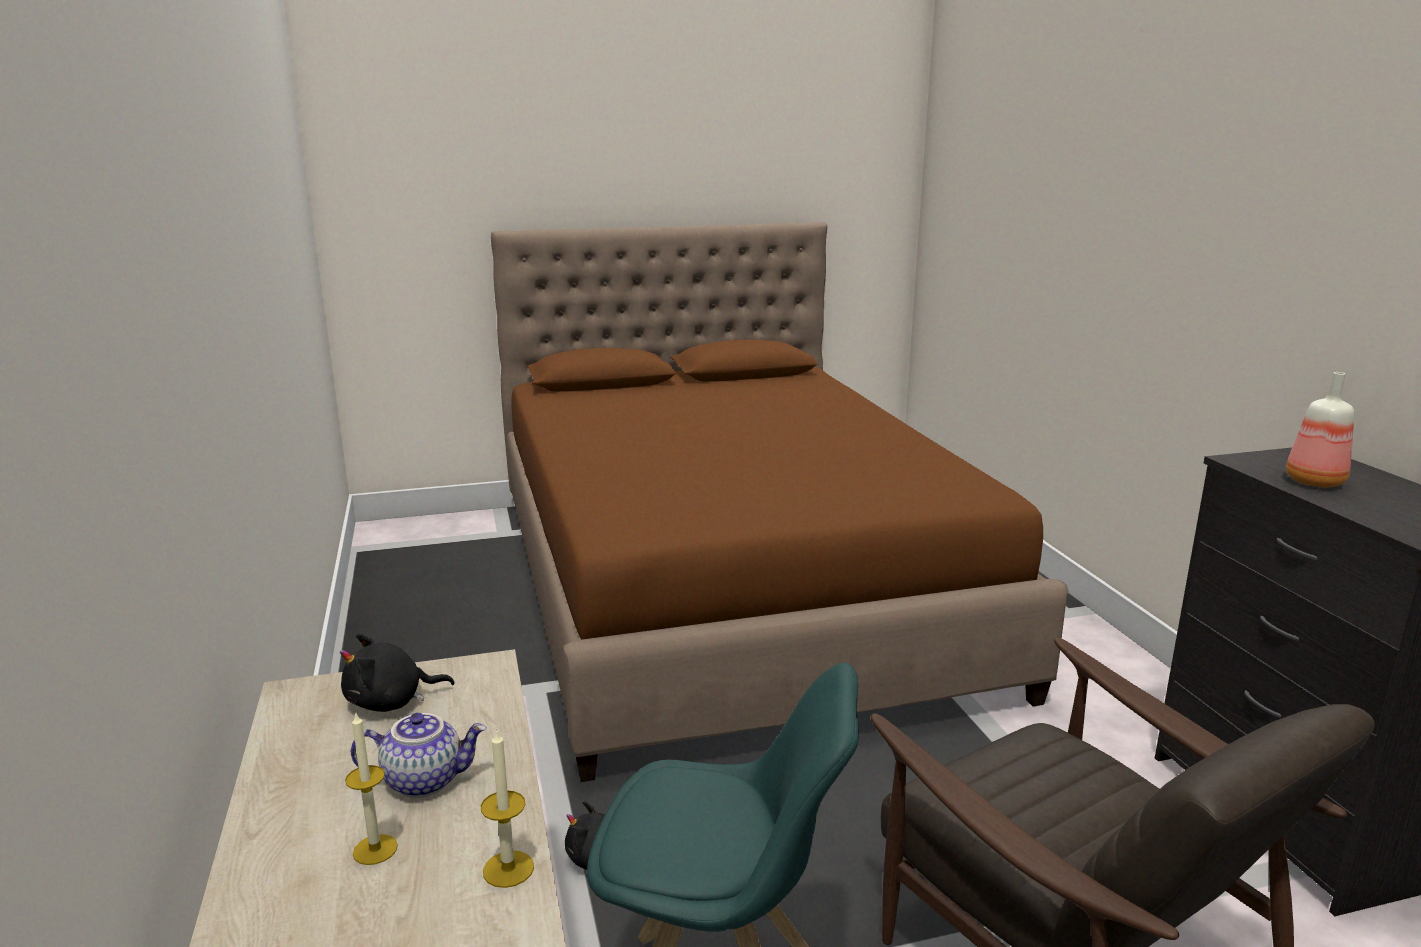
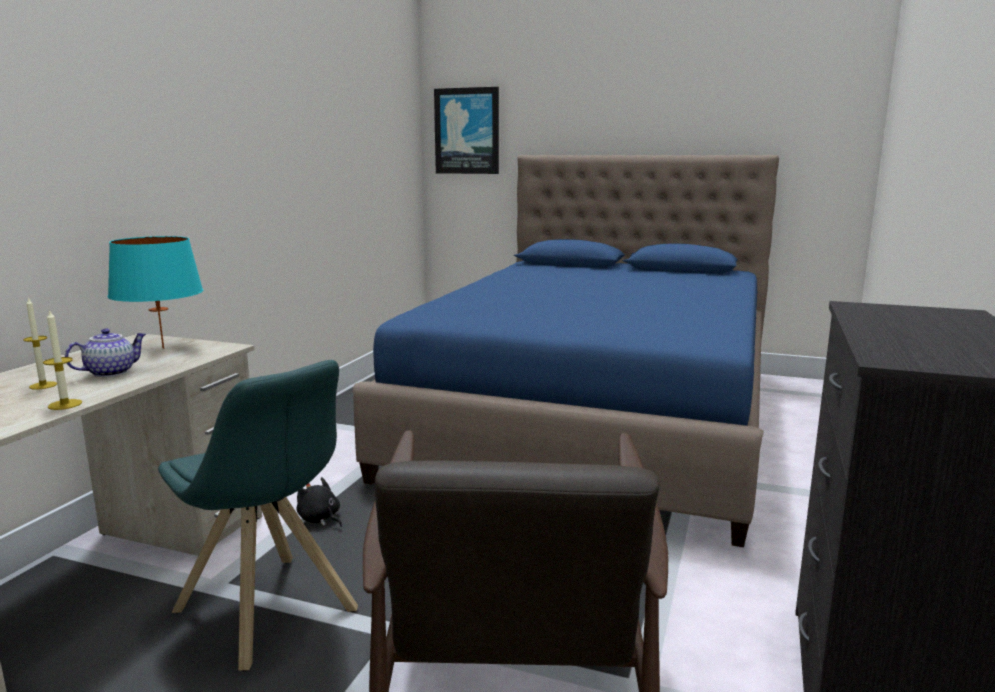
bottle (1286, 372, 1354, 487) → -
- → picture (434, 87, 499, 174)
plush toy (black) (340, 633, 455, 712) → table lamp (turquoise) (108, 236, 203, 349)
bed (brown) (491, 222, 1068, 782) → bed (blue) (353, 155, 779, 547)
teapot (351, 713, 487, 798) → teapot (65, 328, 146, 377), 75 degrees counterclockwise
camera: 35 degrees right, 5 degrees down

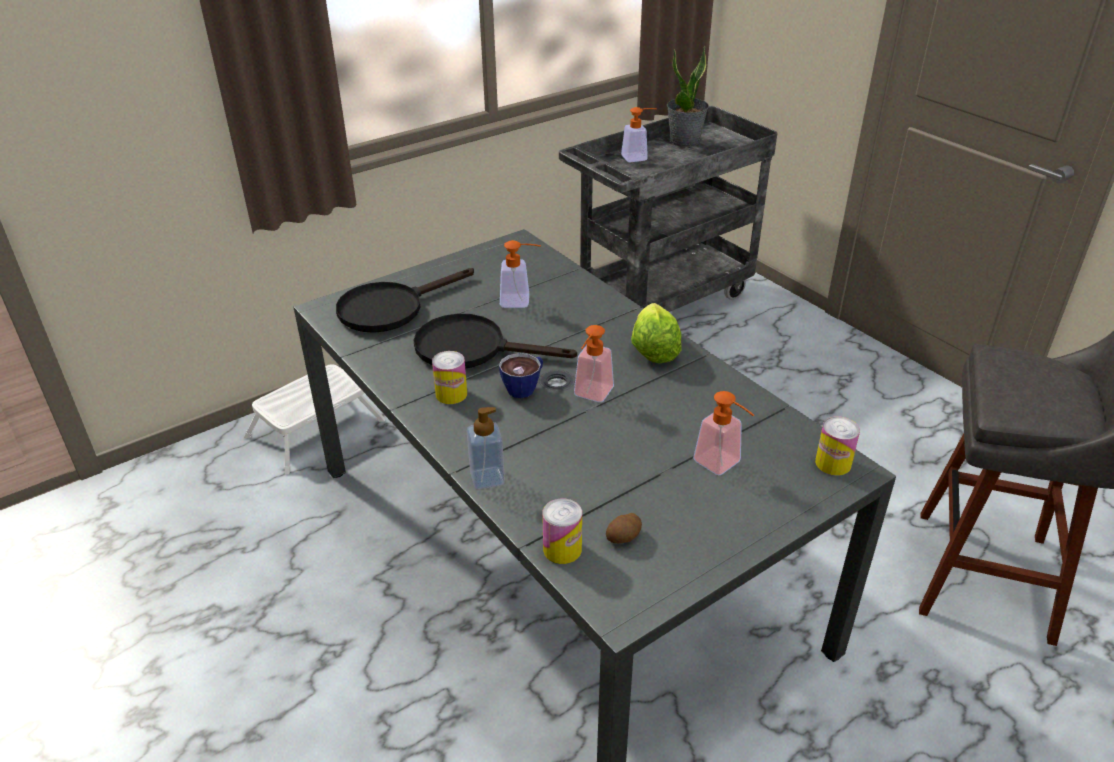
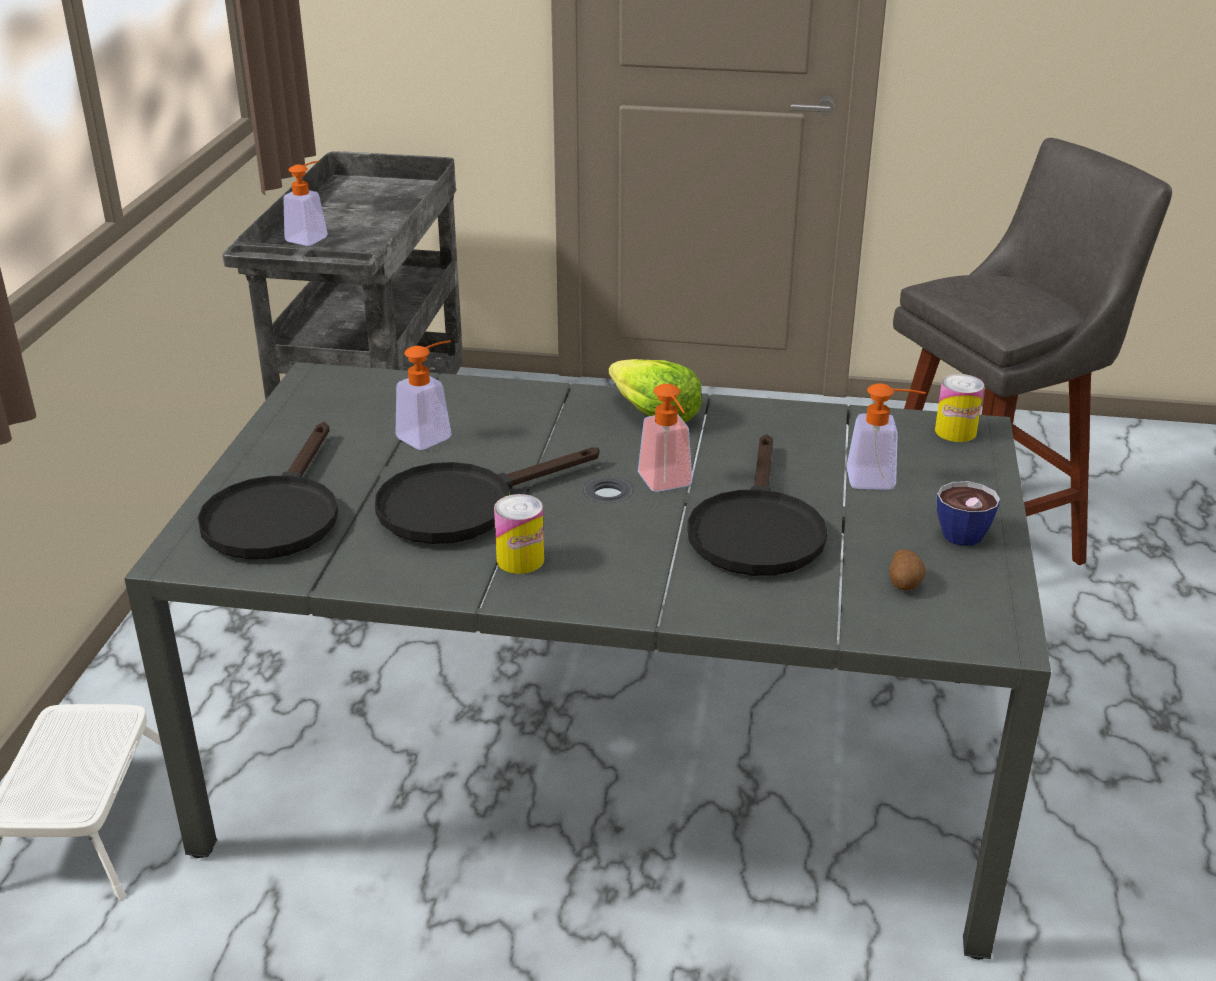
soap dispenser (467, 407, 505, 489) → -
can (542, 499, 582, 564) → -
potted plant (667, 46, 709, 147) → -
- → frying pan (black) (687, 434, 827, 576)
cup (499, 353, 543, 398) → cup (936, 481, 1000, 546), relocated
camera: 45 degrees left, 5 degrees down

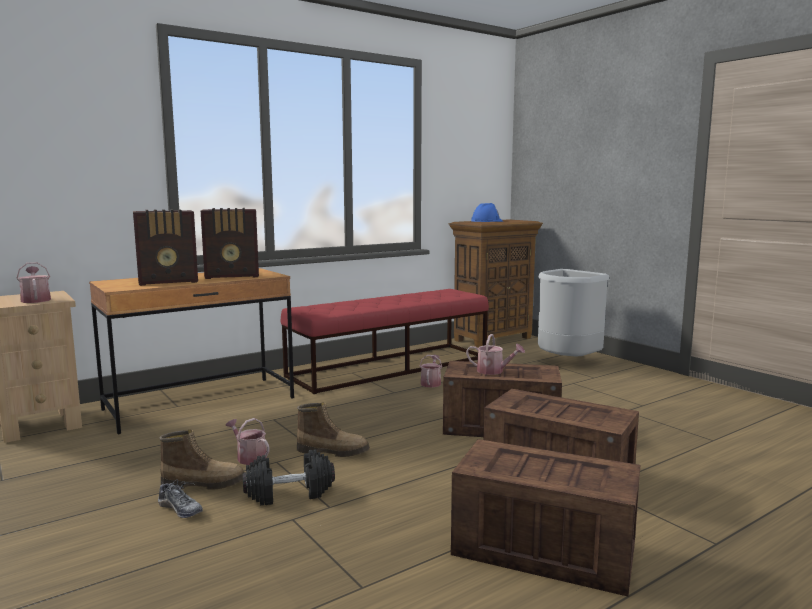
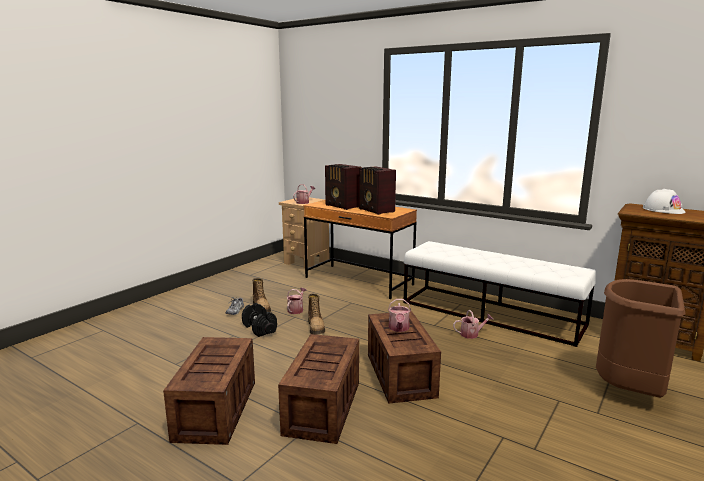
bench (red) (281, 289, 489, 394) → bench (white) (403, 241, 596, 347)
hard hat (blue) (471, 203, 503, 222) → hard hat (white) (643, 189, 686, 214)
trash can (grey) (538, 269, 610, 356) → trash can (brown) (596, 279, 685, 398)
camera: 70 degrees right, 5 degrees up

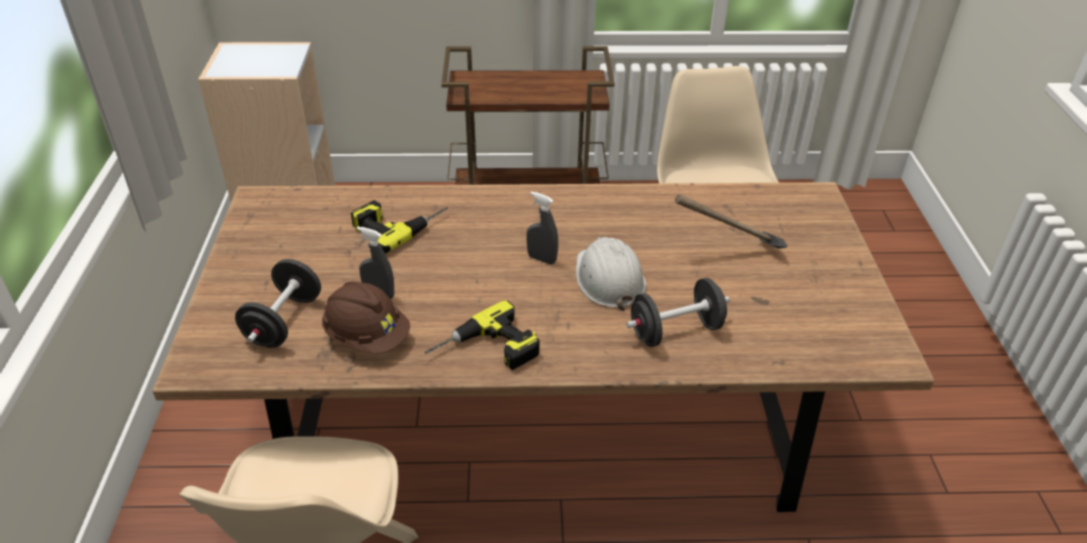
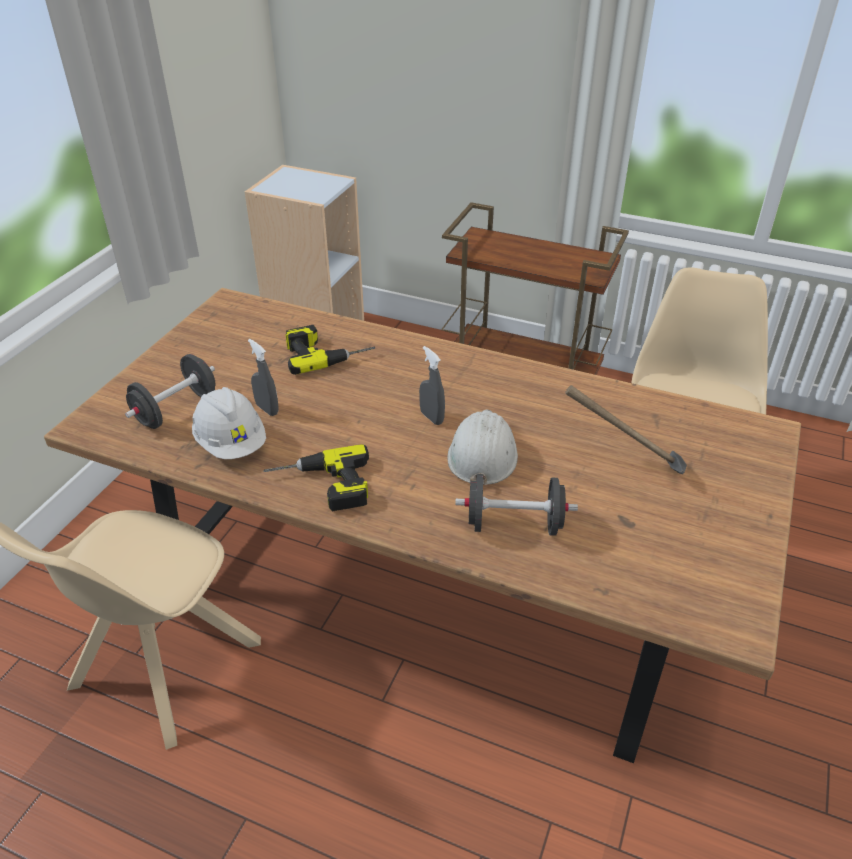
hard hat (brown) (322, 281, 410, 354) → hard hat (white) (192, 387, 266, 459)
camera: 25 degrees right, 0 degrees up

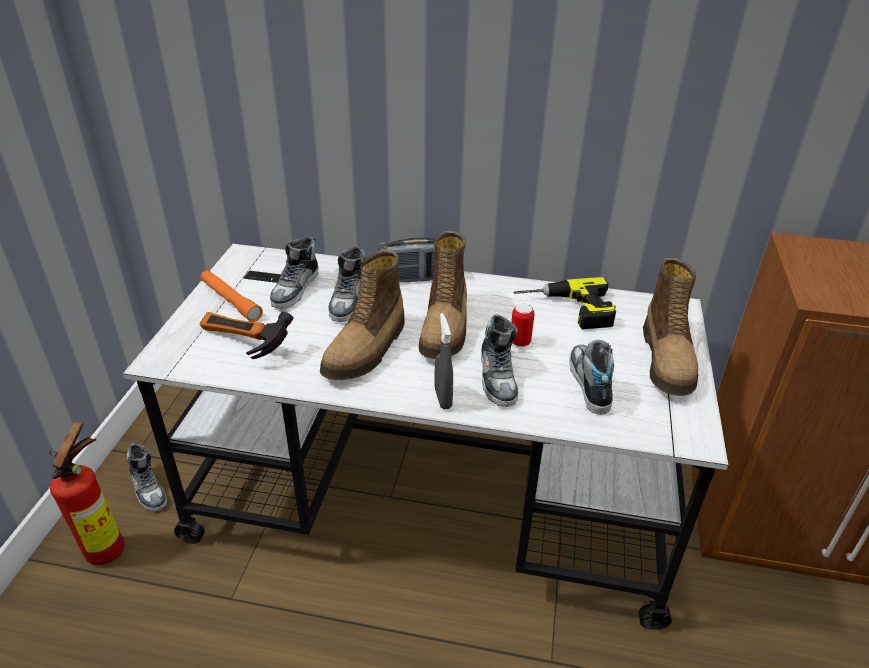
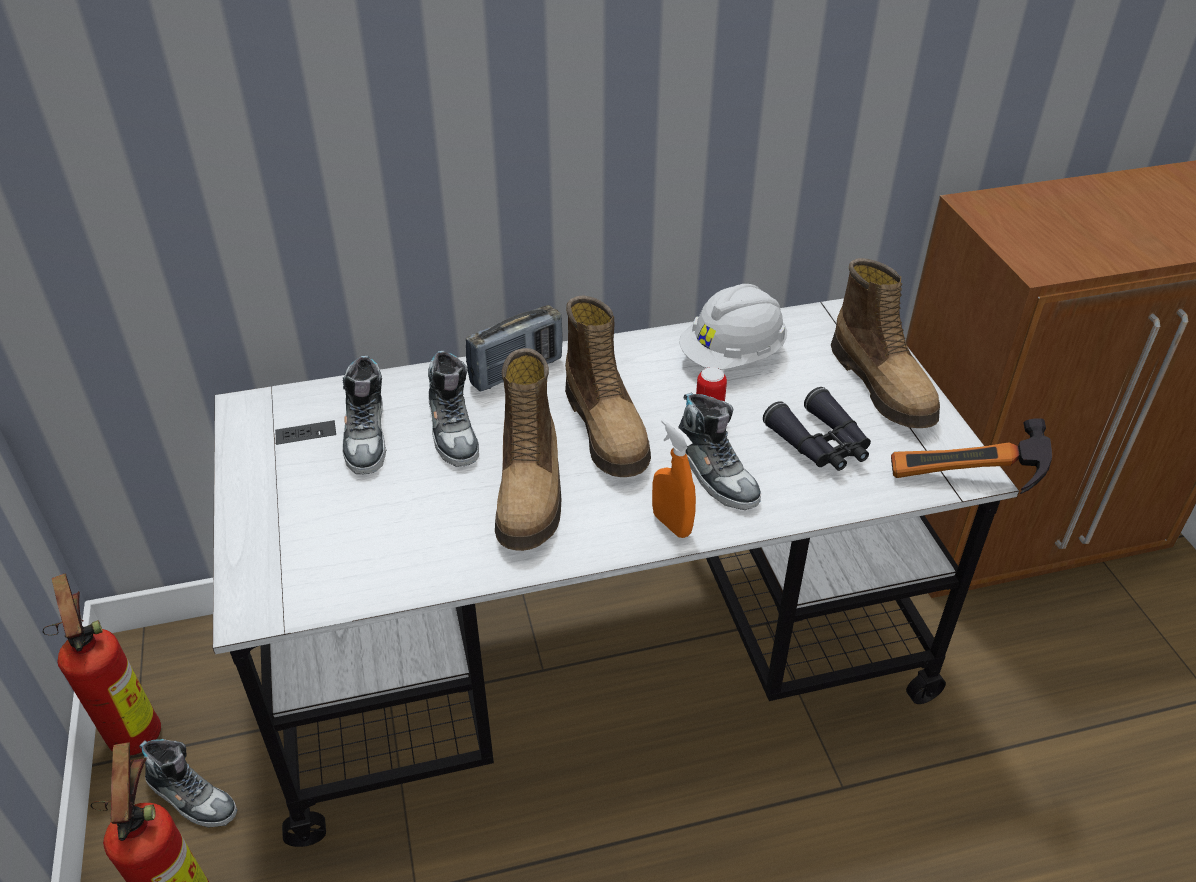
flashlight (orange) (200, 270, 263, 322) → -
- → fire extinguisher (43, 574, 161, 756)
hammer (200, 312, 294, 359) → hammer (891, 418, 1052, 494), relocated
power drill (514, 277, 616, 330) → hard hat (white) (679, 284, 787, 370)
shoe (569, 340, 614, 415) → binoculars (black) (763, 387, 871, 471)
spray bottle (grey) (434, 313, 453, 409) → spray bottle (orange) (652, 418, 696, 538)
camera: 25 degrees left, 5 degrees up

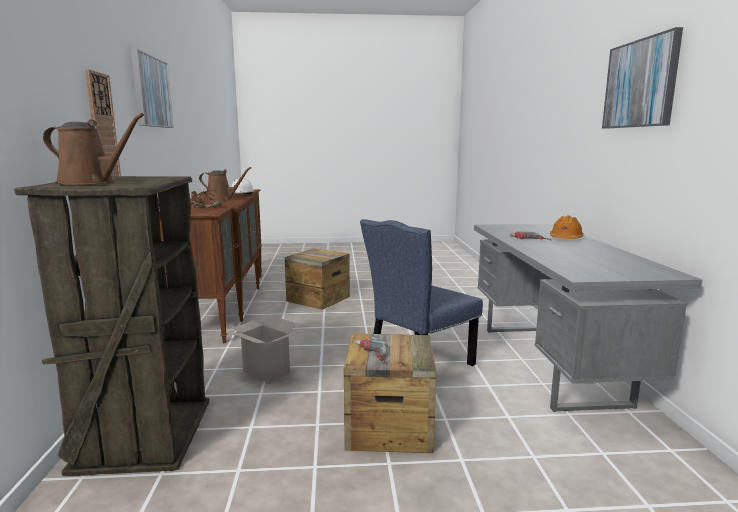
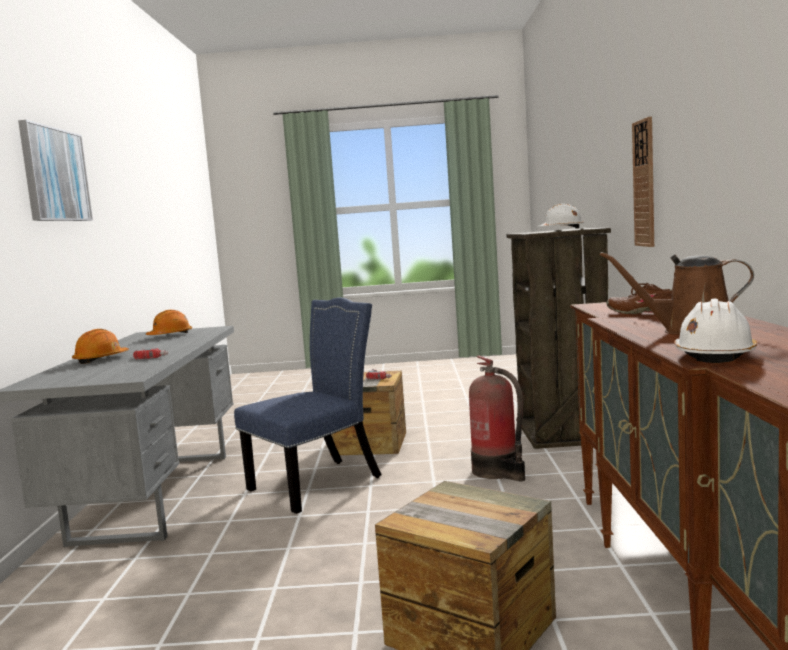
picture (131, 49, 174, 128) → -
- → hard hat (orange) (146, 310, 192, 335)
watering can (brown) (43, 113, 144, 185) → hard hat (white) (538, 204, 584, 229)
cardboard box (231, 315, 296, 383) → fire extinguisher (469, 355, 525, 481)
camera: 175 degrees left, 5 degrees down

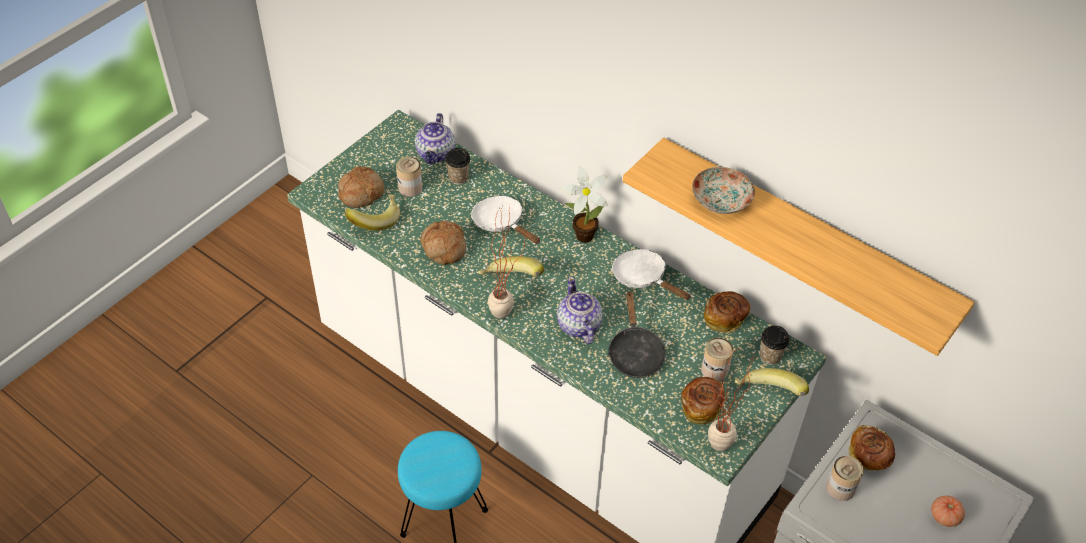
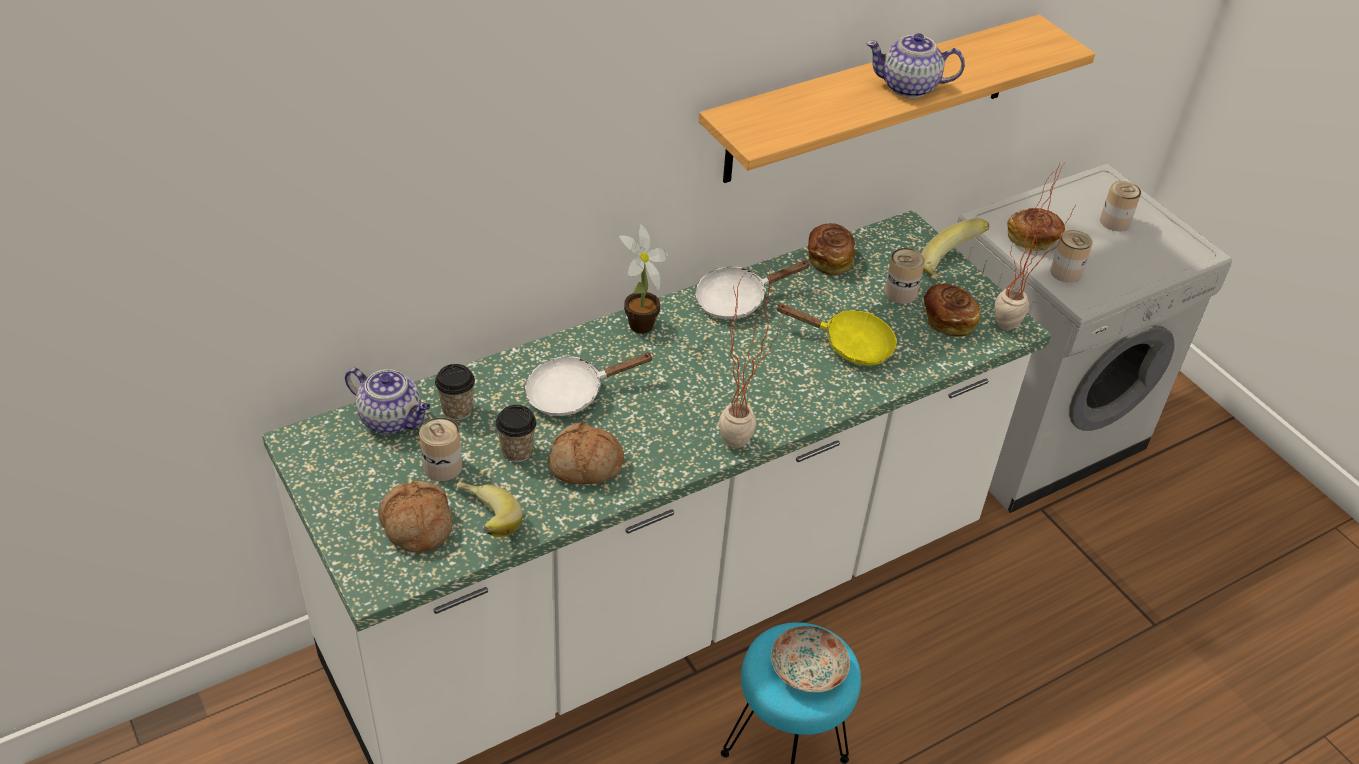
banana (478, 256, 544, 276) → -
teapot (557, 277, 603, 344) → teapot (866, 33, 965, 98), relocated
plate (692, 167, 755, 214) → plate (771, 626, 850, 693), relocated
cup (760, 326, 790, 365) → cup (496, 405, 536, 462), relocated
tomato (931, 496, 965, 527) → can (1100, 181, 1141, 231)
frying pan (black) (608, 292, 667, 378) → frying pan (yellow) (775, 303, 897, 366)
camera: 70 degrees left, 5 degrees down

